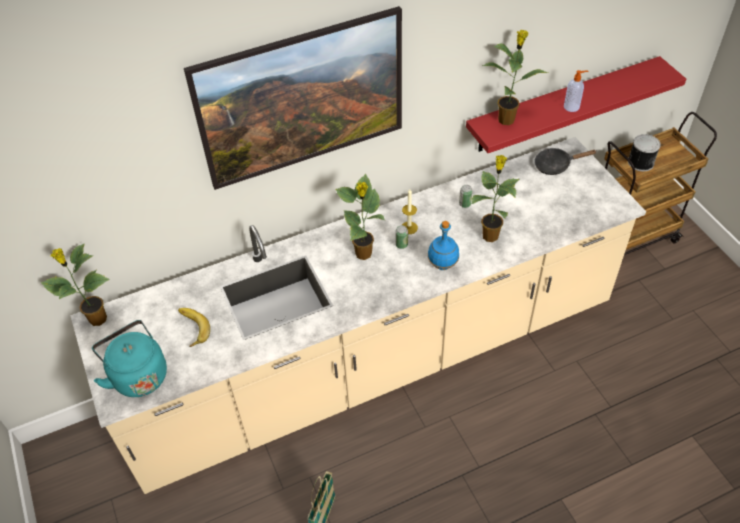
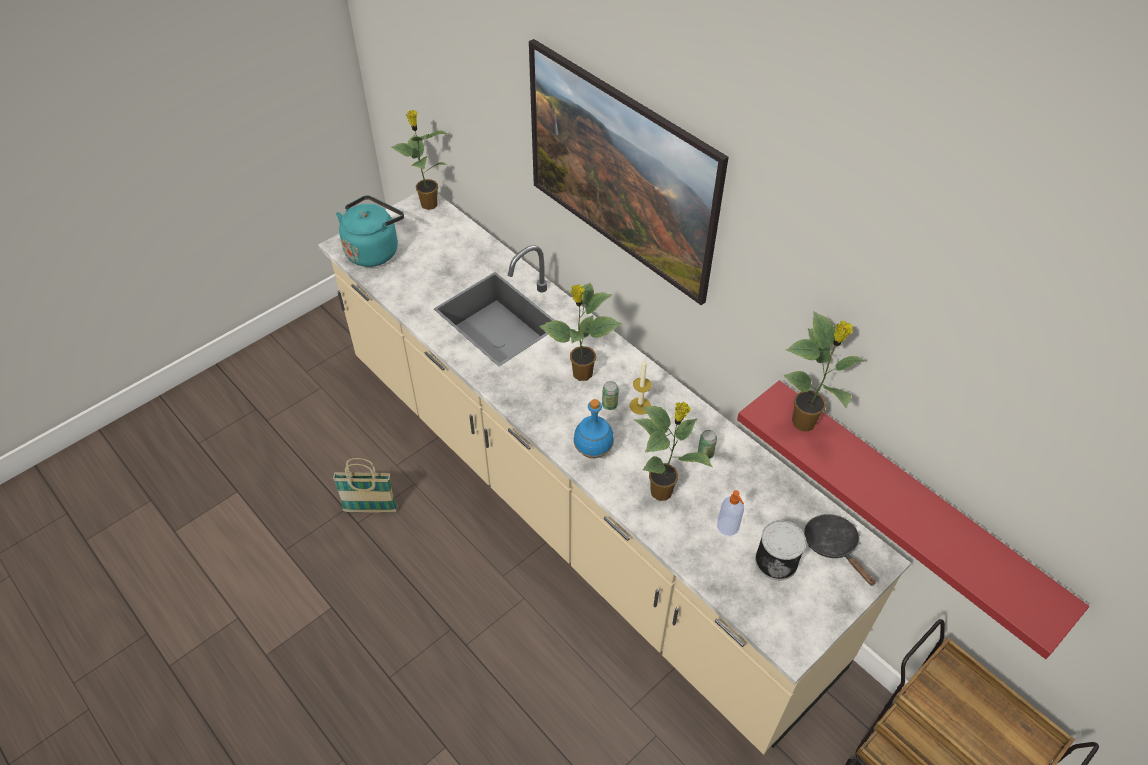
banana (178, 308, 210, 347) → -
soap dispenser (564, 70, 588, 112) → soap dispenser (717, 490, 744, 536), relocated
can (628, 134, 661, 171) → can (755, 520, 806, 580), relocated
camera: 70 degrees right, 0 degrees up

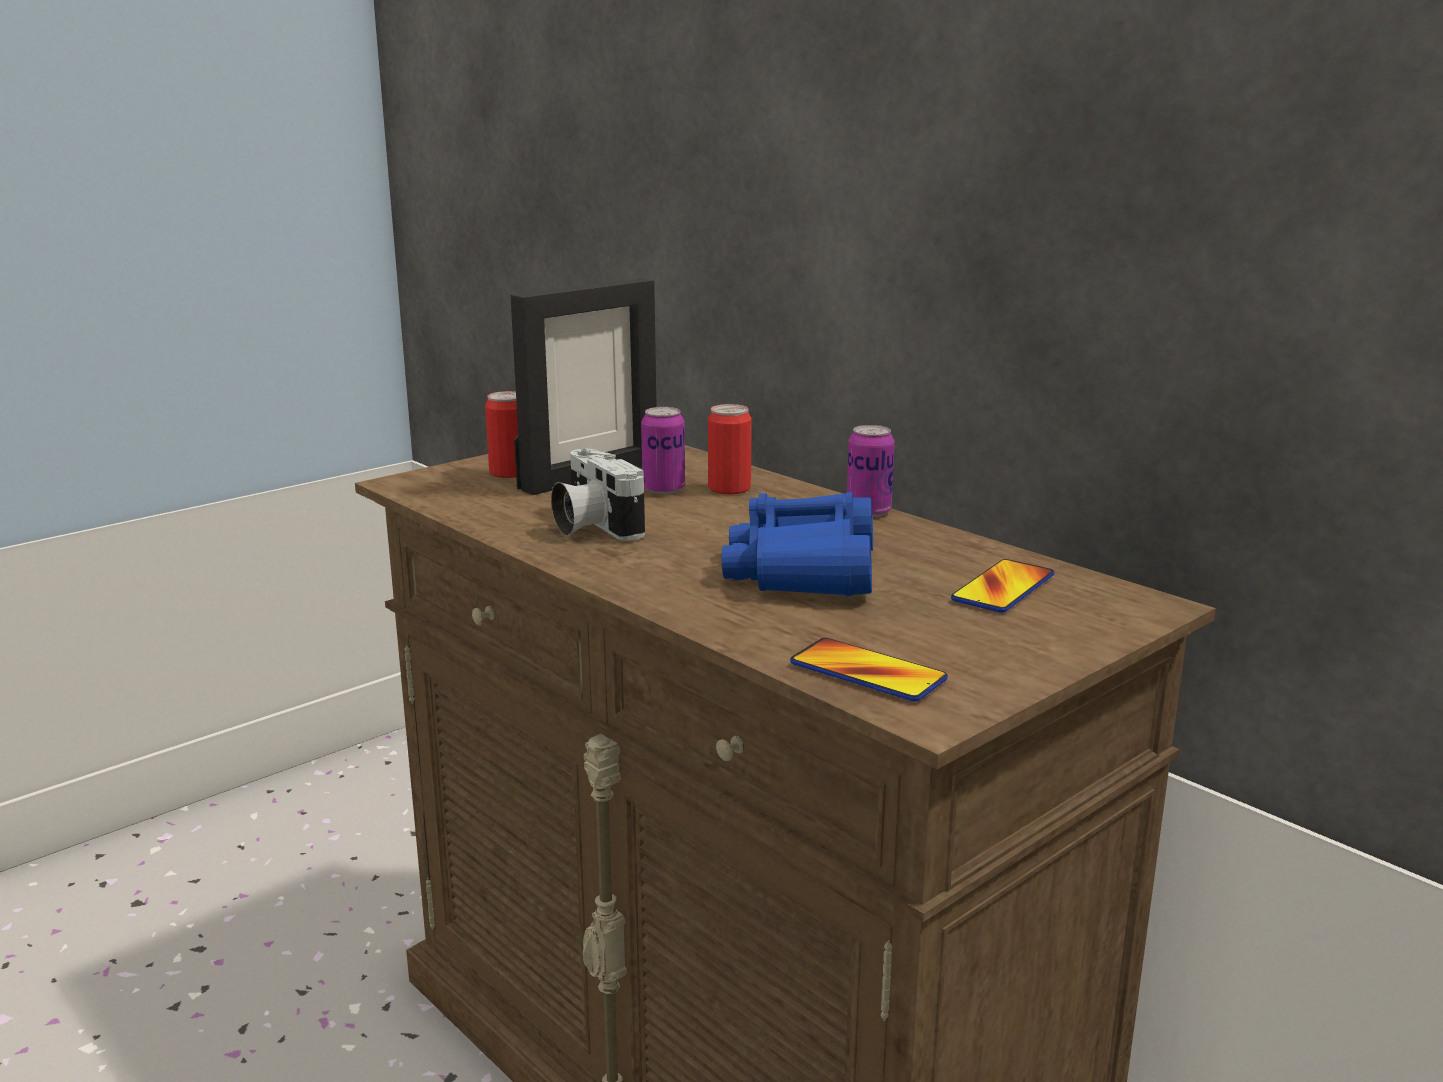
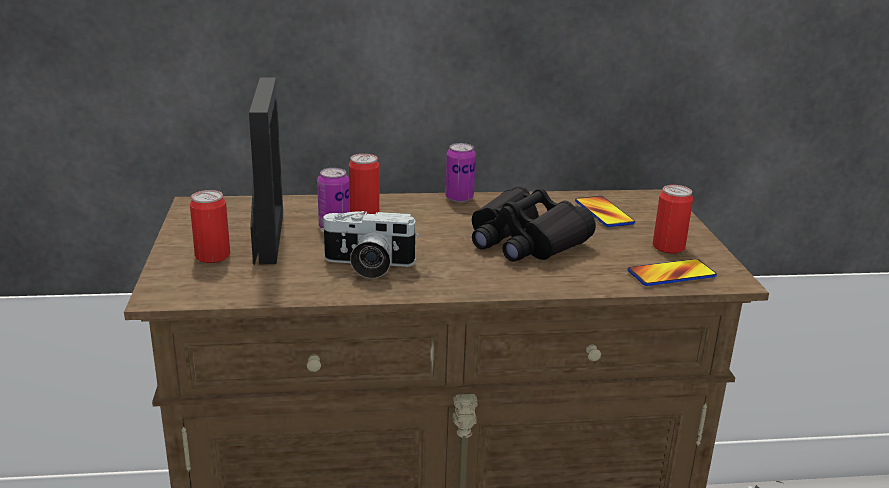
- → can (652, 185, 693, 253)
binoculars (blue) (722, 492, 873, 596) → binoculars (black) (472, 186, 596, 262)
camera: 55 degrees left, 5 degrees up

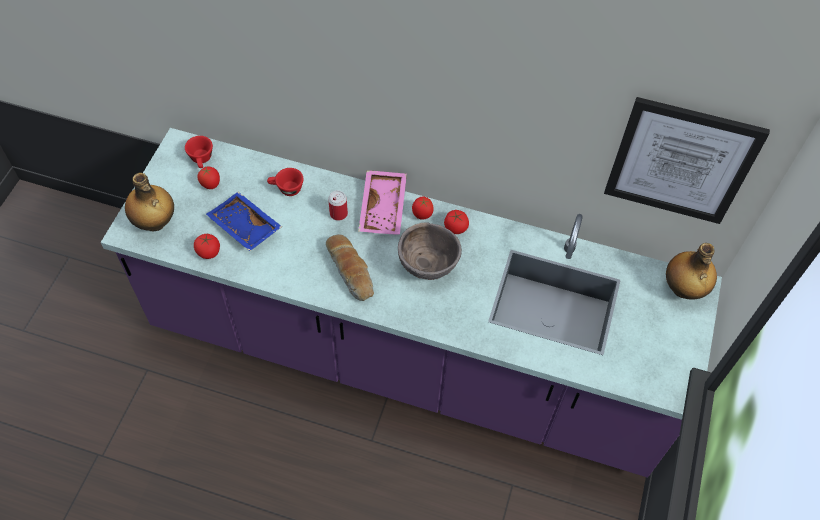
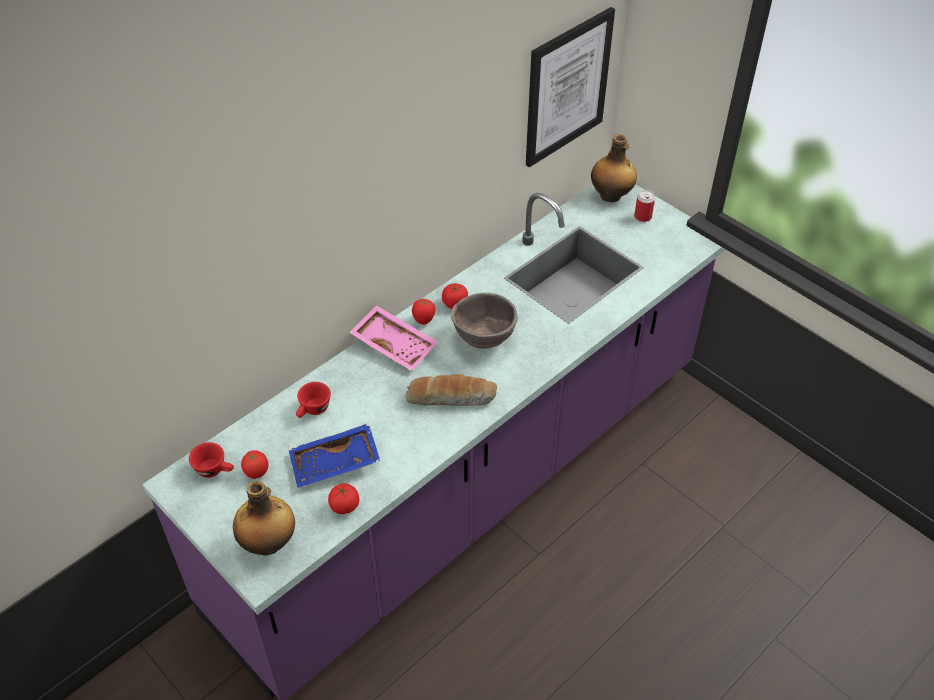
can (328, 190, 348, 221) → can (634, 190, 655, 222), relocated
camera: 60 degrees left, 10 degrees down

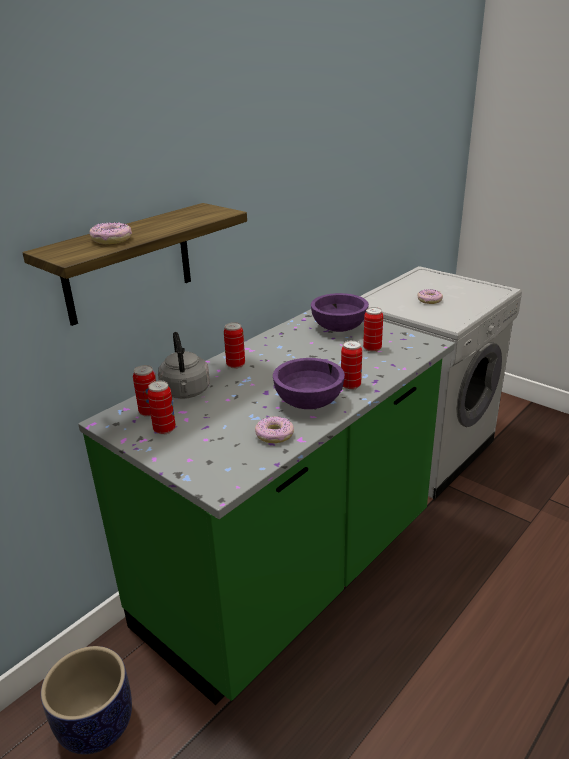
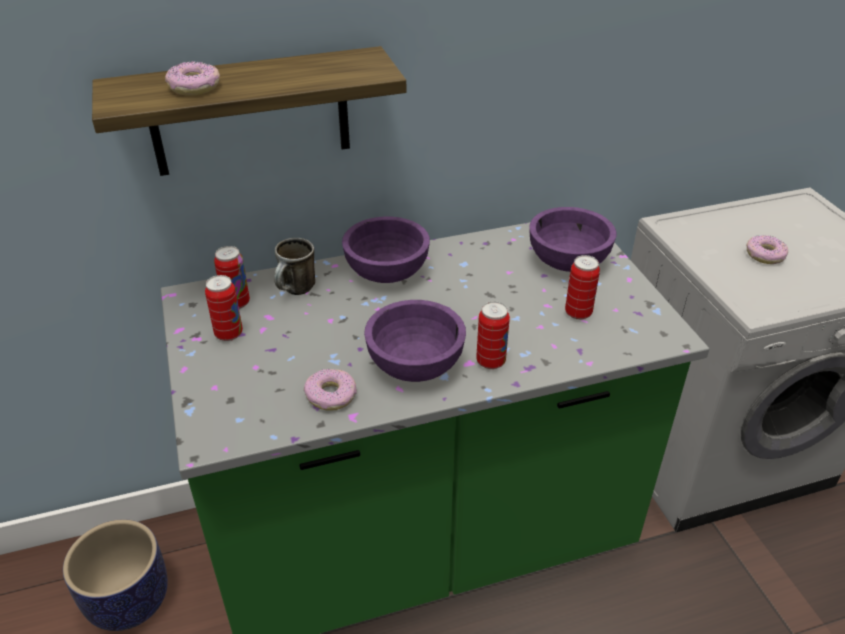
kettle (grey) (158, 332, 210, 399) → mug (274, 238, 315, 295)
can (224, 322, 245, 369) → bowl (purple) (342, 217, 430, 283)
camera: 30 degrees right, 10 degrees up

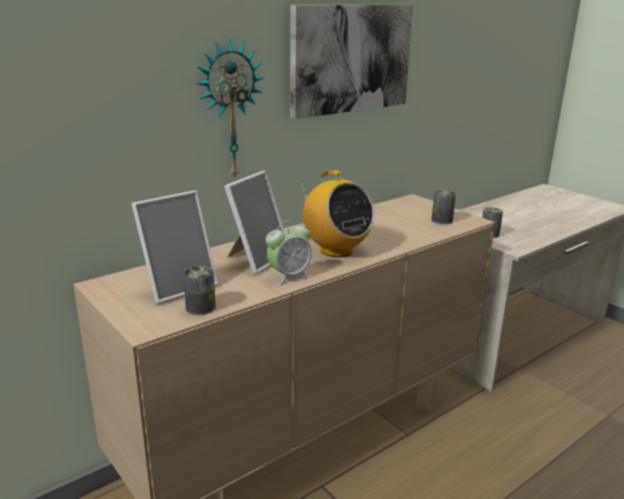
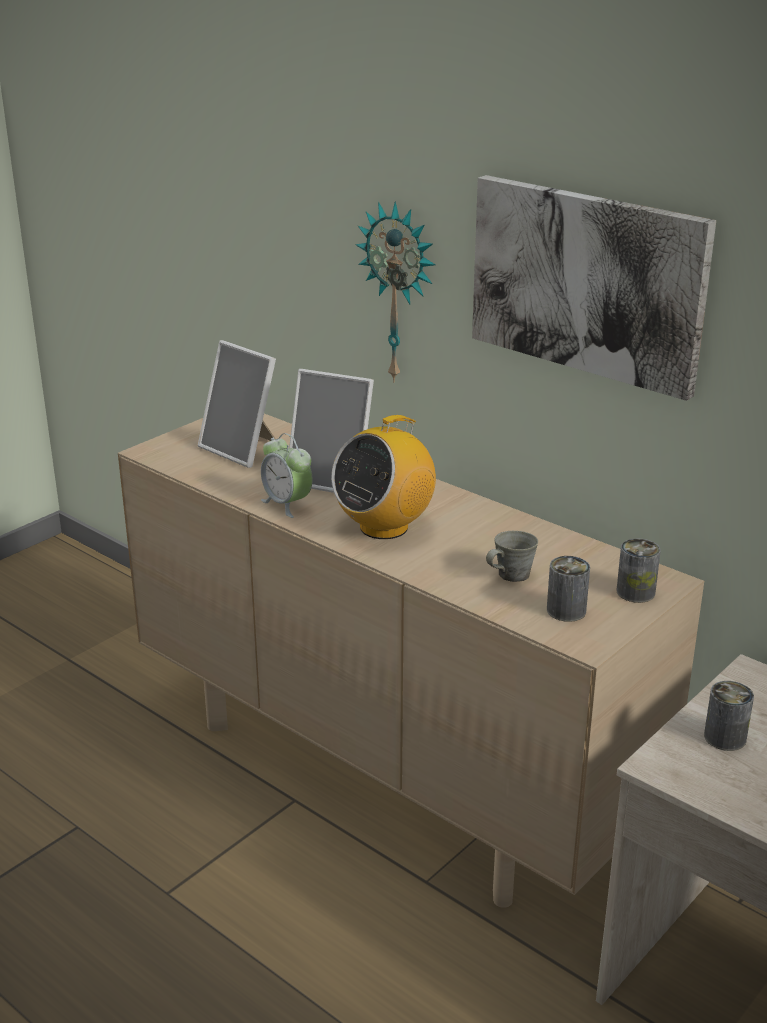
- → mug (grey) (486, 531, 538, 582)
can (183, 266, 216, 315) → can (617, 538, 661, 603), relocated
camera: 80 degrees right, 5 degrees up

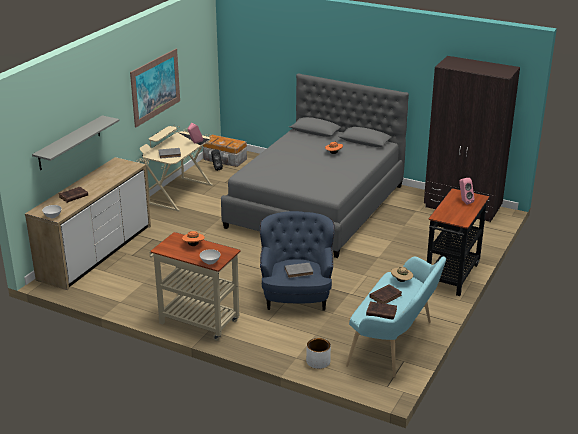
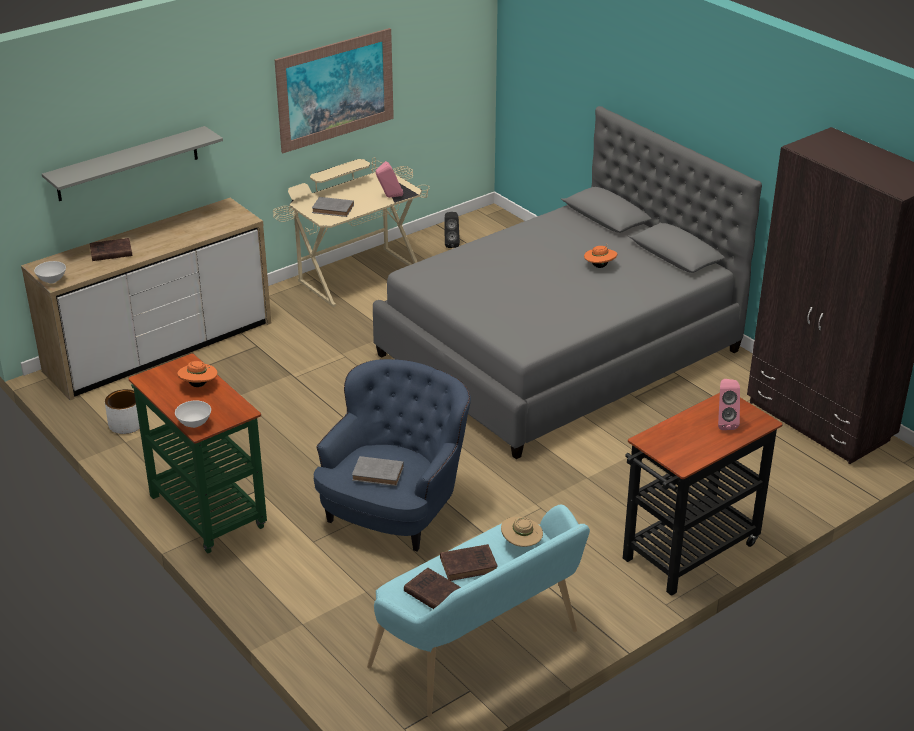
storage box (203, 134, 247, 167) → -
planter (white) (306, 338, 331, 369) → planter (white) (105, 389, 140, 434), relocated
cart (beige) (150, 232, 241, 341) → cart (green) (128, 353, 267, 553)
camera: 25 degrees right, 5 degrees up

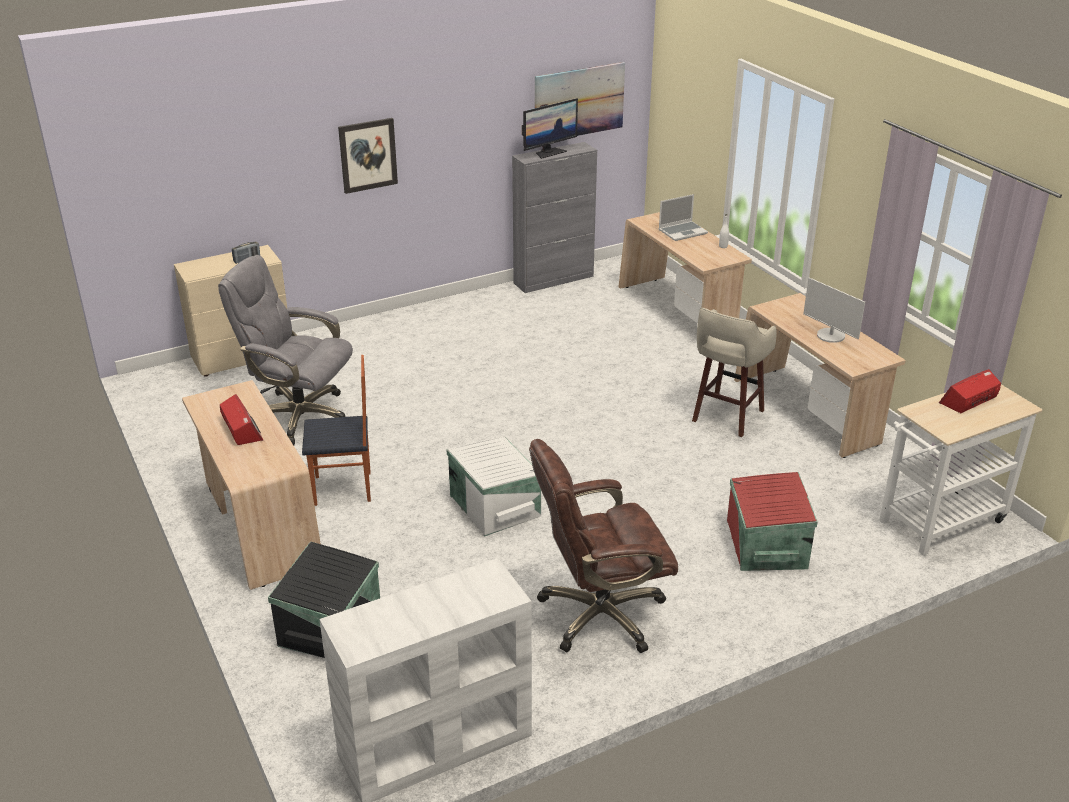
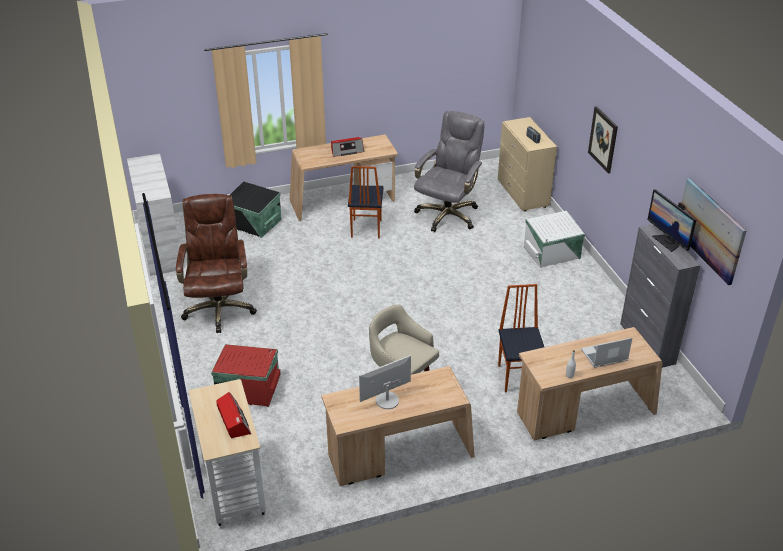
- → chair (498, 284, 544, 393)
storage box (white) (447, 436, 541, 536) → storage box (white) (524, 210, 585, 268), relocated
laptop (659, 194, 708, 241) → laptop (581, 338, 632, 368), 90 degrees clockwise
camera: 100 degrees right, 5 degrees up

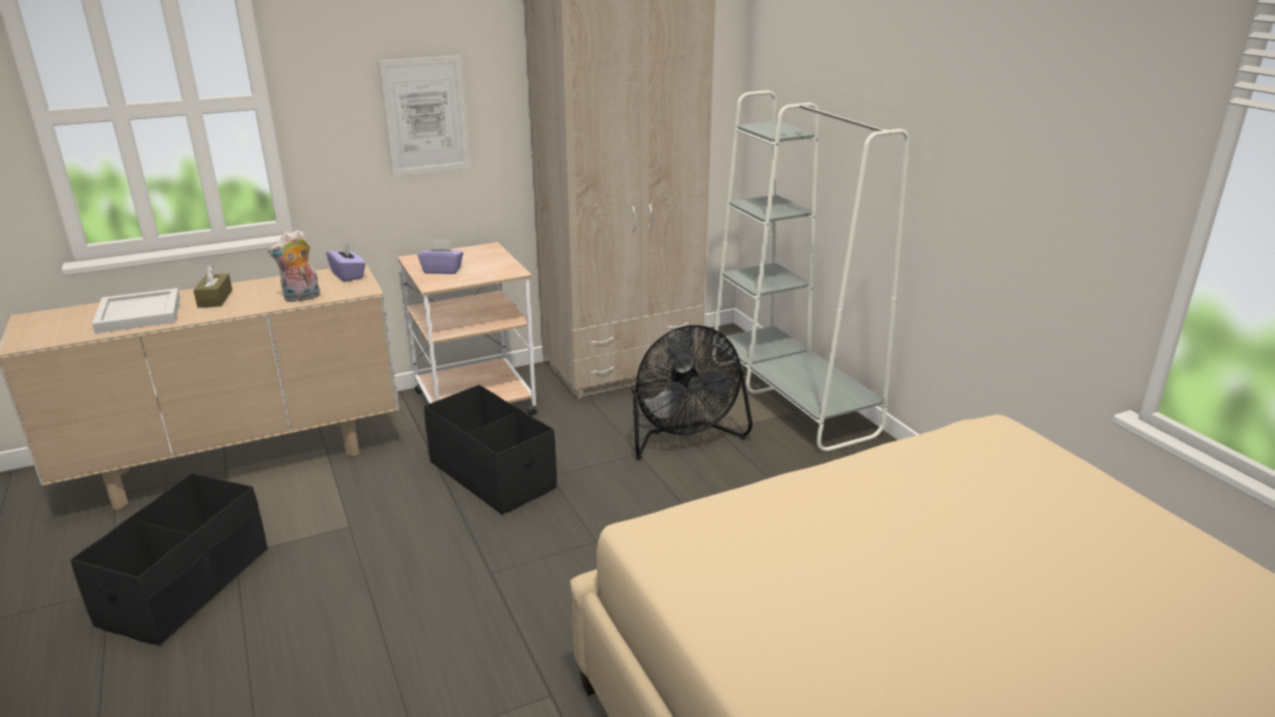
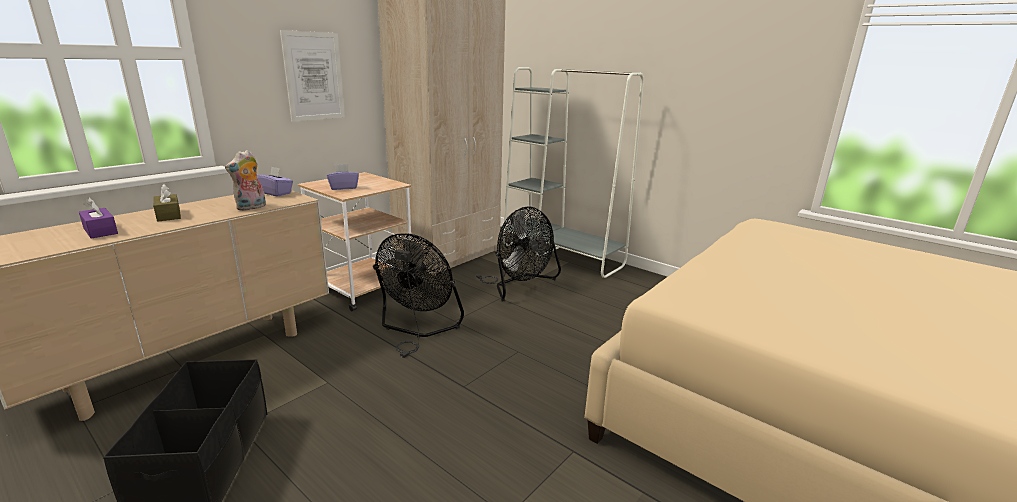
tray (white) (92, 288, 180, 334) → tissue box (purple) (79, 197, 118, 239)
storage box (black) (424, 385, 557, 515) → fan (black) (373, 233, 464, 358)
camera: 25 degrees left, 5 degrees down

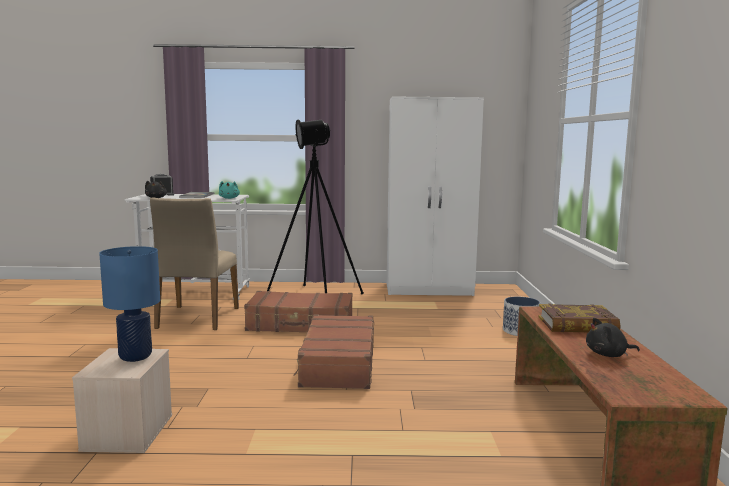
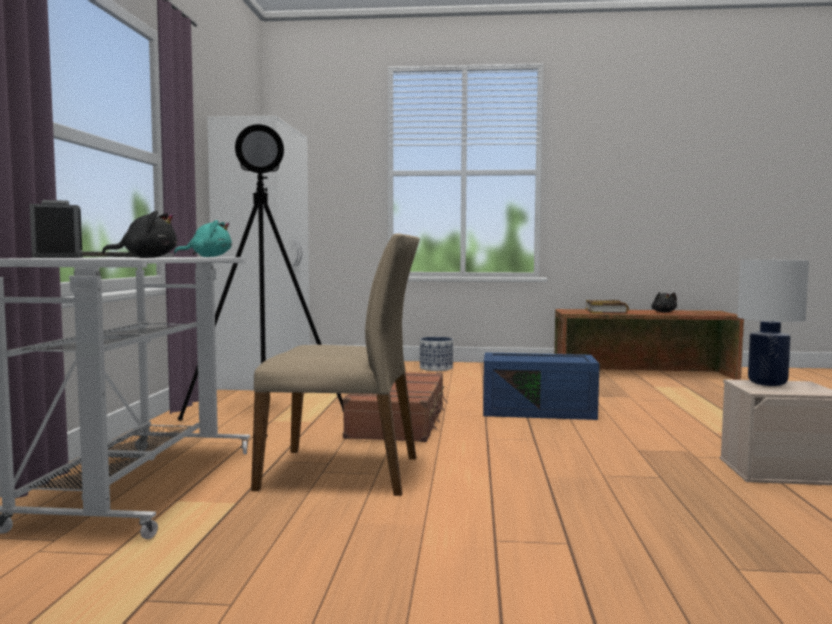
suitcase (brown) (294, 314, 374, 389) → storage box (blue) (483, 352, 600, 420)
table lamp (blue) (99, 246, 160, 362) → table lamp (white) (738, 258, 809, 386)
camera: 85 degrees left, 5 degrees down

